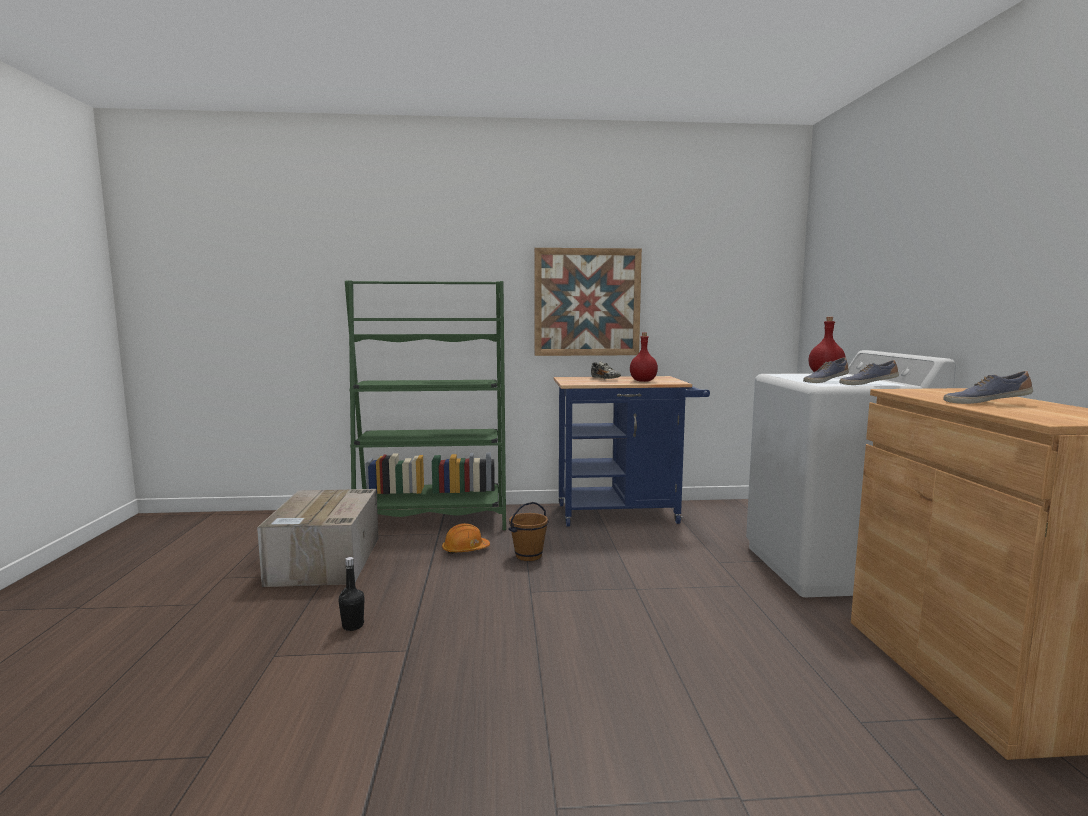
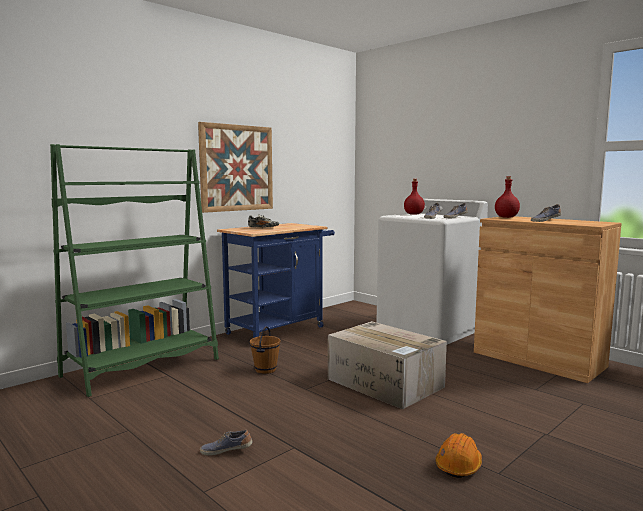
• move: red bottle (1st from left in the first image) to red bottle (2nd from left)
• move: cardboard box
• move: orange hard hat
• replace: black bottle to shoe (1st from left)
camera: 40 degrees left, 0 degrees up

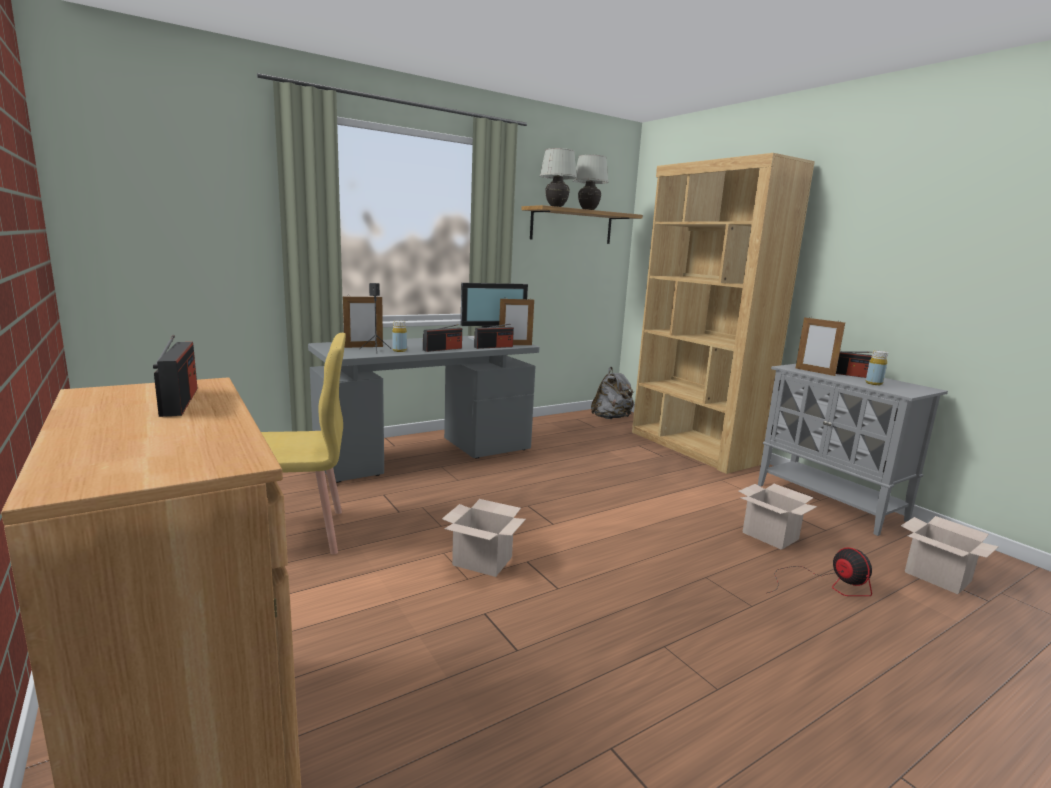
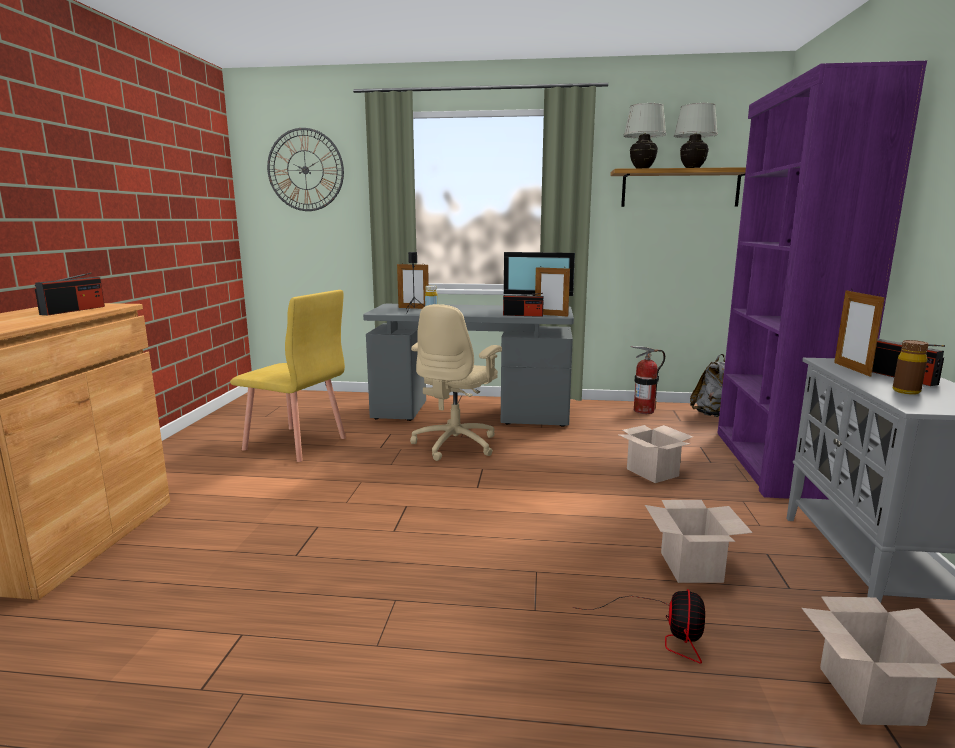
• recolor: brown bookcase to purple bookcase
• delete: radio (2nd from left)
• recolor: yellow bottle (2nd from left) to brown bottle
• move: cardboard box (1st from left)
• insert: wall clock
• insert: beige office chair
• insert: fire extinguisher
camera: 40 degrees right, 0 degrees up

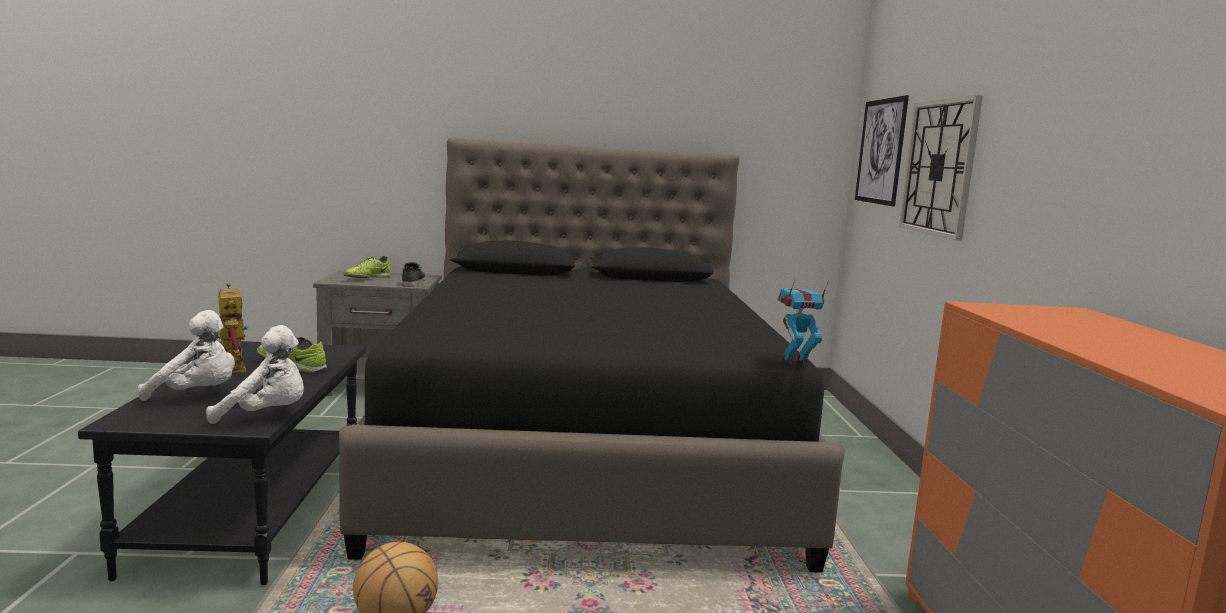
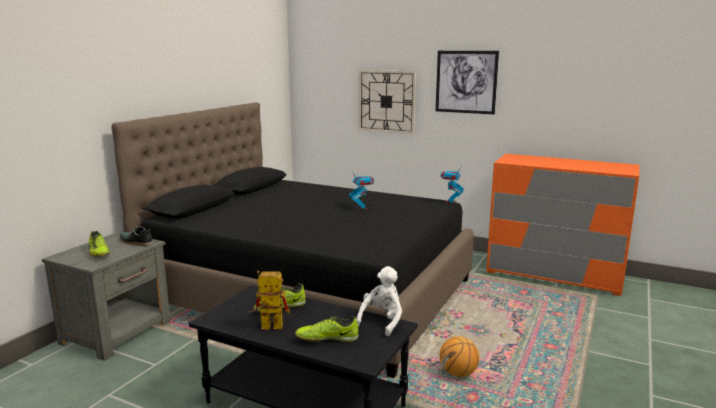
• move: picture
• replace: white plush toy (1st from left) to shoe (4th from left)
• insert: toy robot (2nd from left)
camera: 60 degrees left, 5 degrees up

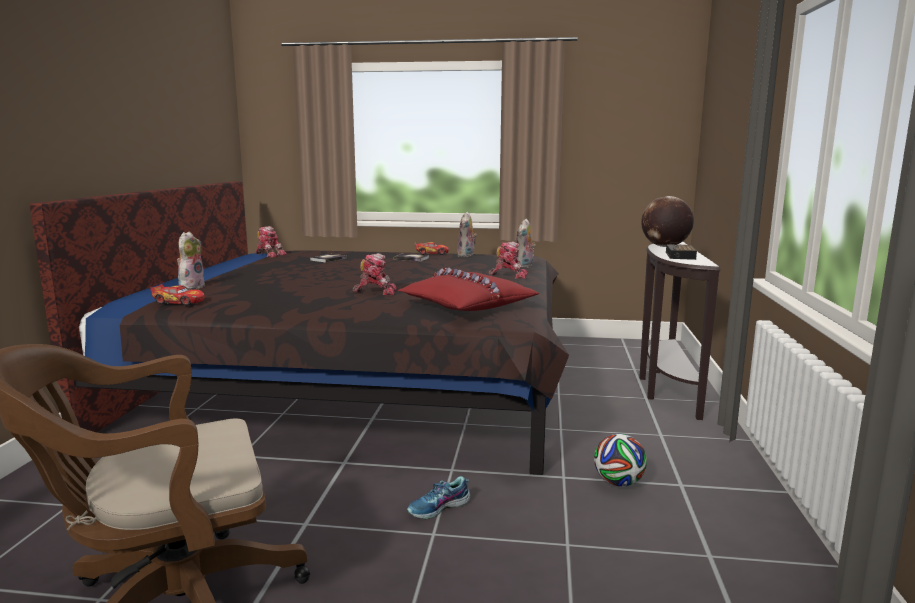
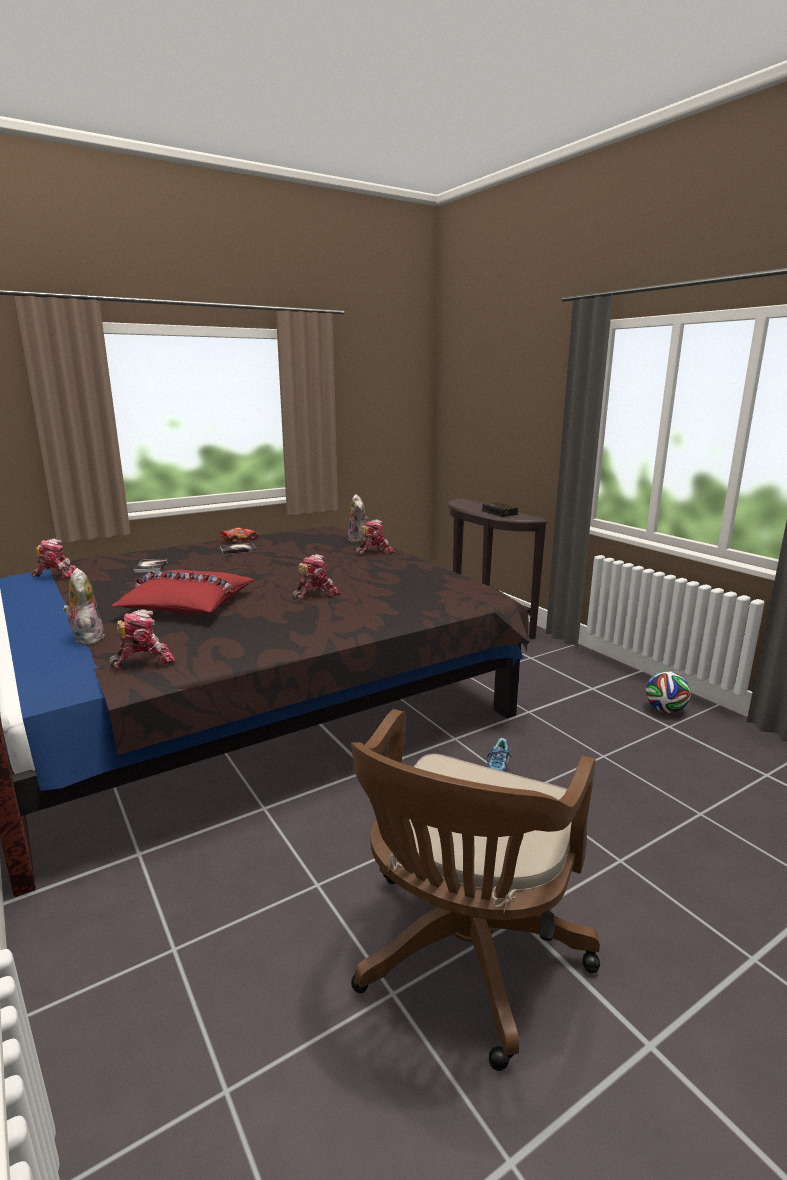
• delete: globe
• delete: plush toy (2nd from left)
• move: red pillow
• replace: toy car (1st from left) to toy robot (2nd from left)
• move: football
camera: 40 degrees left, 5 degrees up

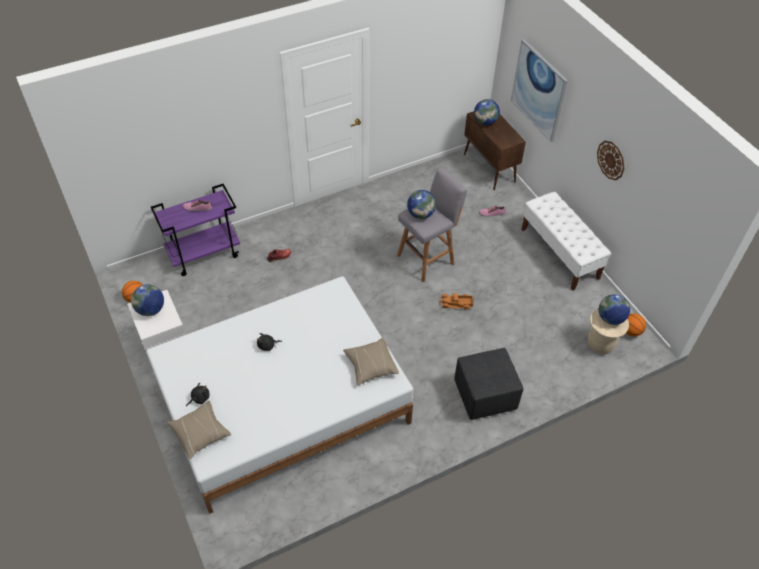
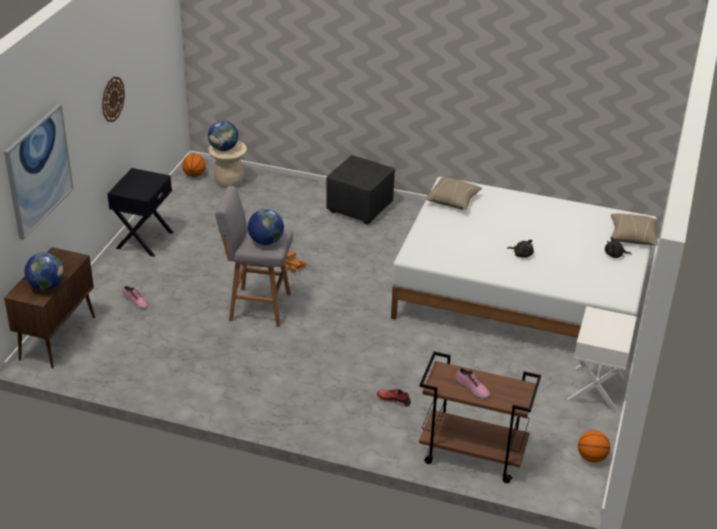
• recolor: purple cart to brown cart
• replace: white bench to black nightstand
• delete: globe (1st from left)
camera: 135 degrees left, 15 degrees down

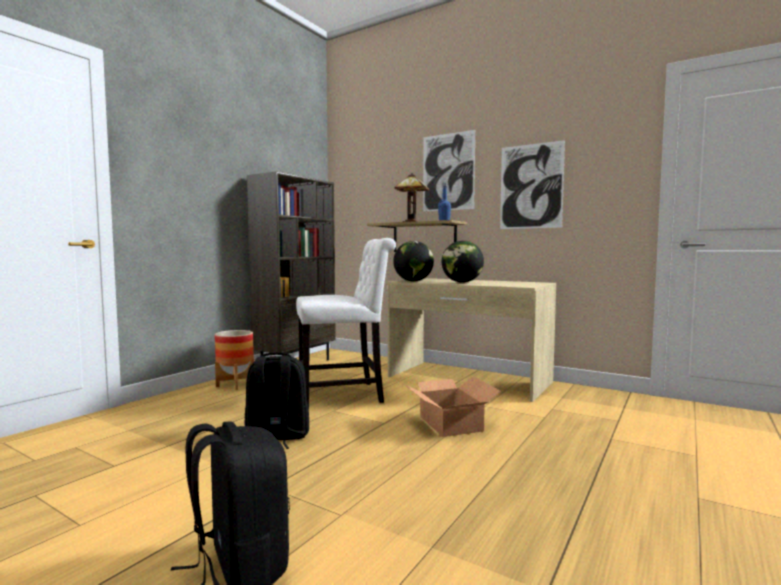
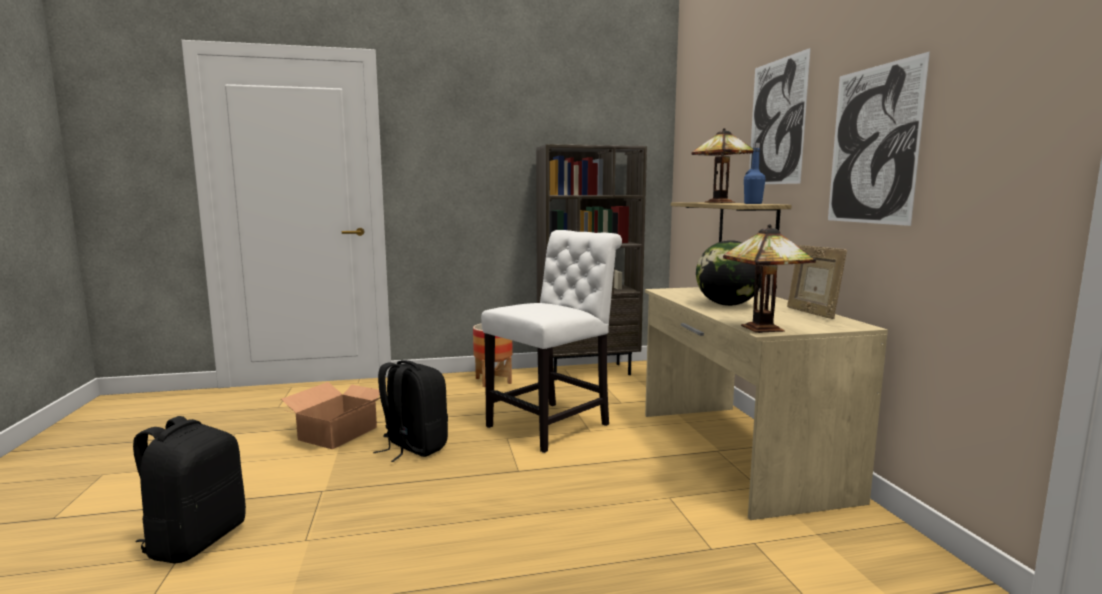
• rotate: white chair 75 degrees counterclockwise
• delete: globe (1st from left)
• move: cardboard box
• insert: table lamp (2nd from left)
• insert: picture frame
camera: 45 degrees right, 5 degrees up

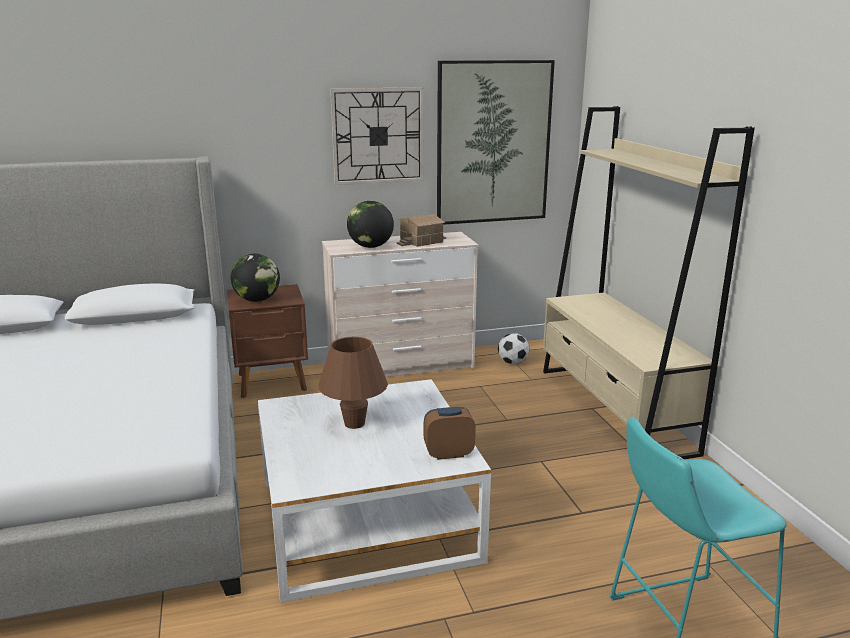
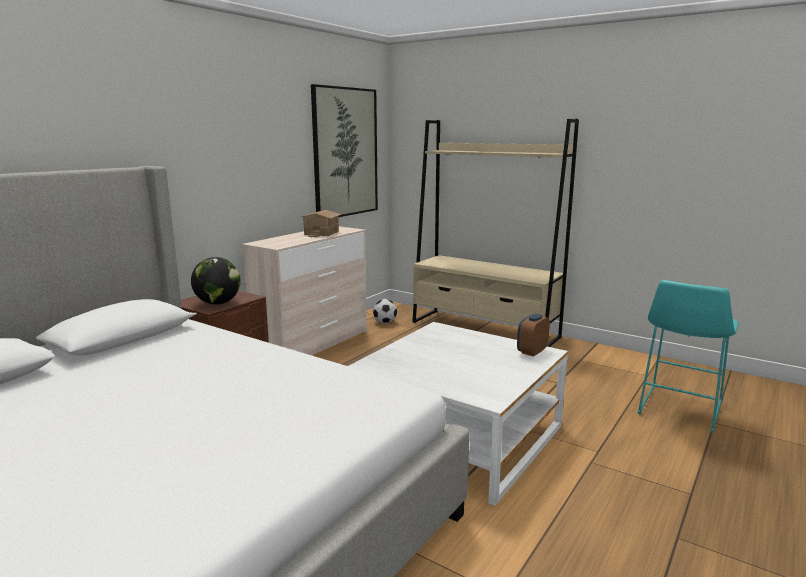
• delete: wall clock
• delete: globe (2nd from left)
• delete: brown table lamp
camera: 40 degrees left, 5 degrees down

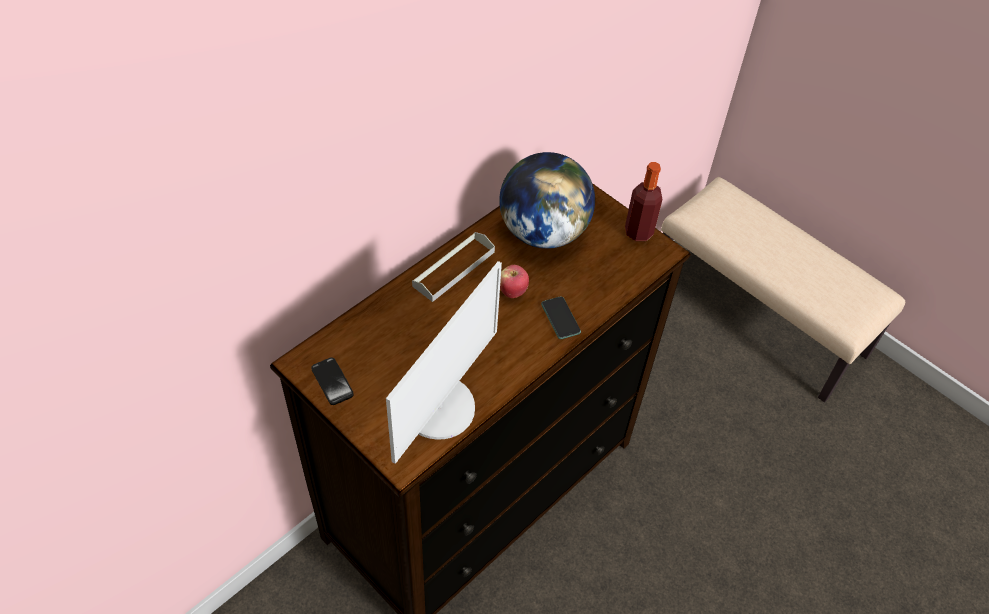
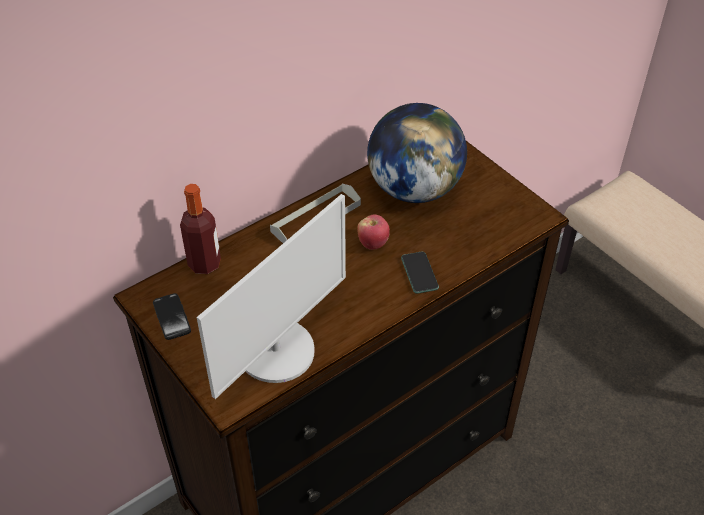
• move: bottle
camera: 10 degrees right, 5 degrees down

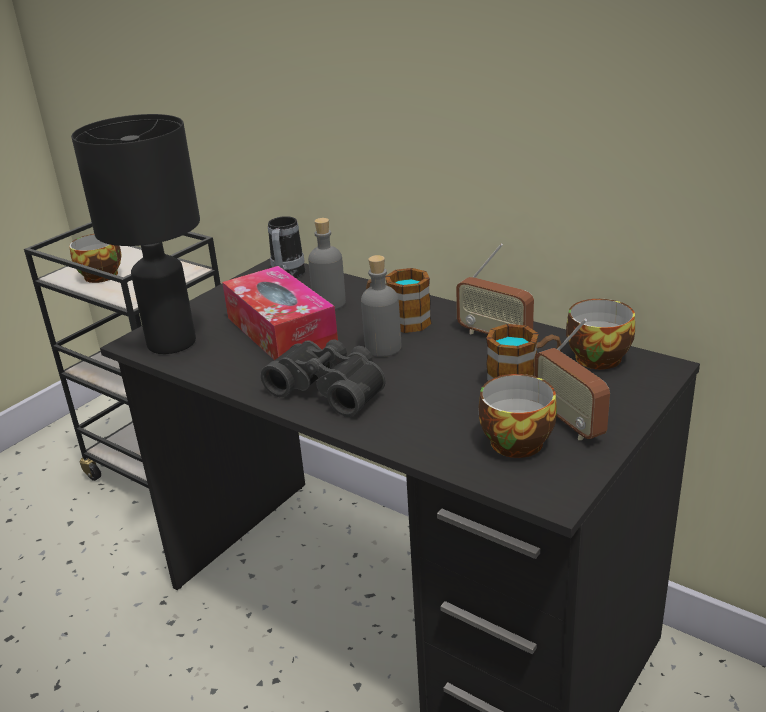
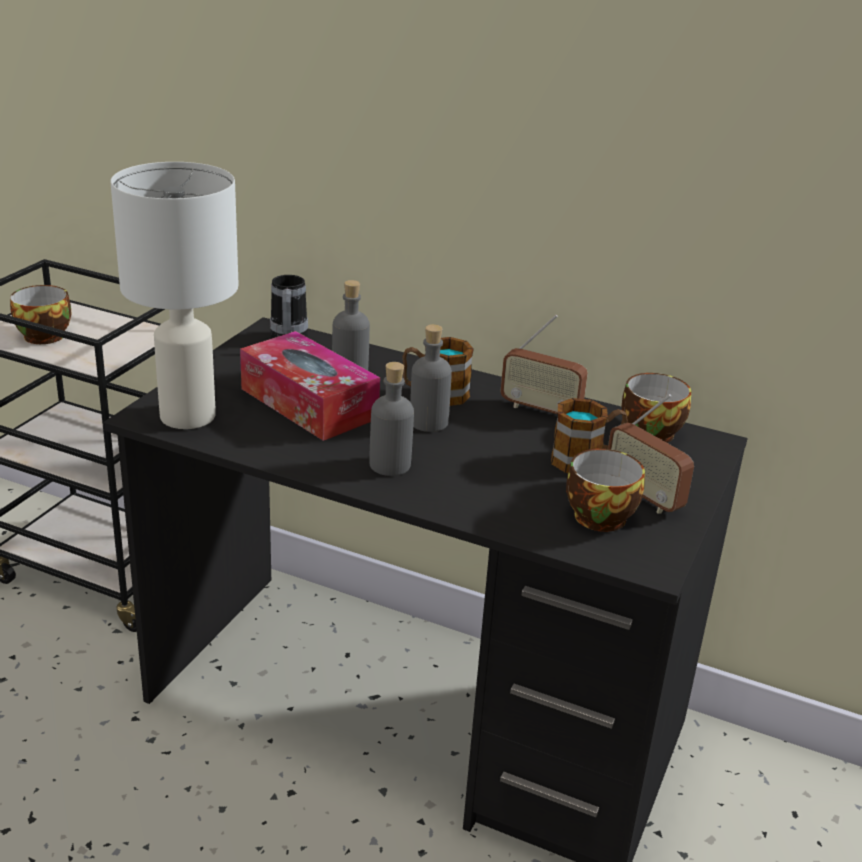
• recolor: black table lamp to white table lamp
• replace: black binoculars to grey bottle (2nd from left)
camera: 15 degrees left, 0 degrees up

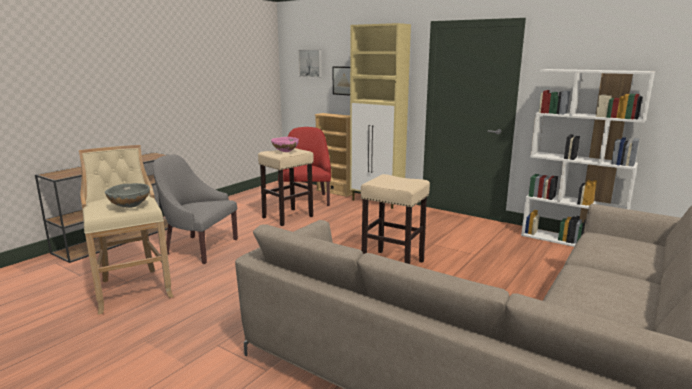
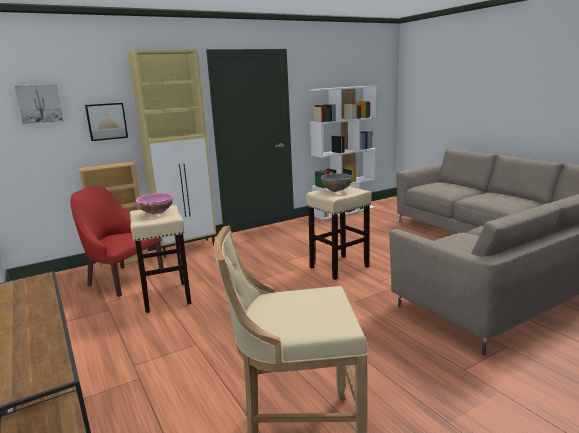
• delete: grey armchair
• move: grey bowl
camera: 65 degrees left, 0 degrees up

